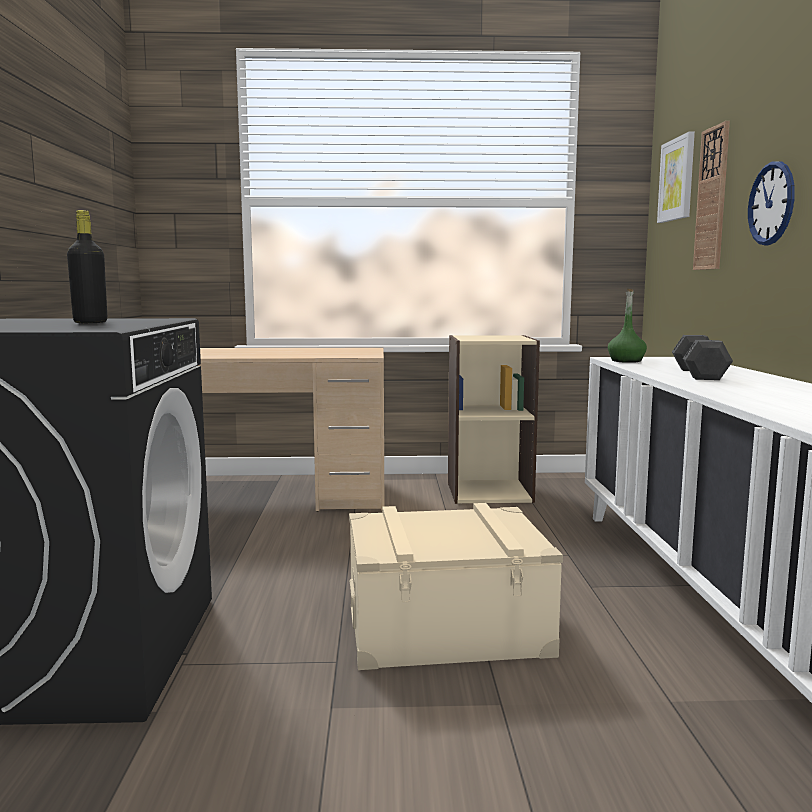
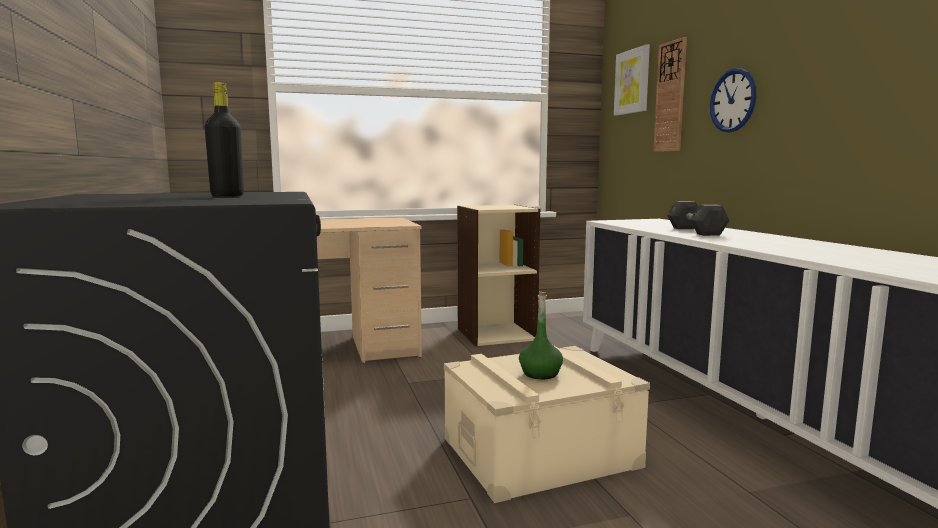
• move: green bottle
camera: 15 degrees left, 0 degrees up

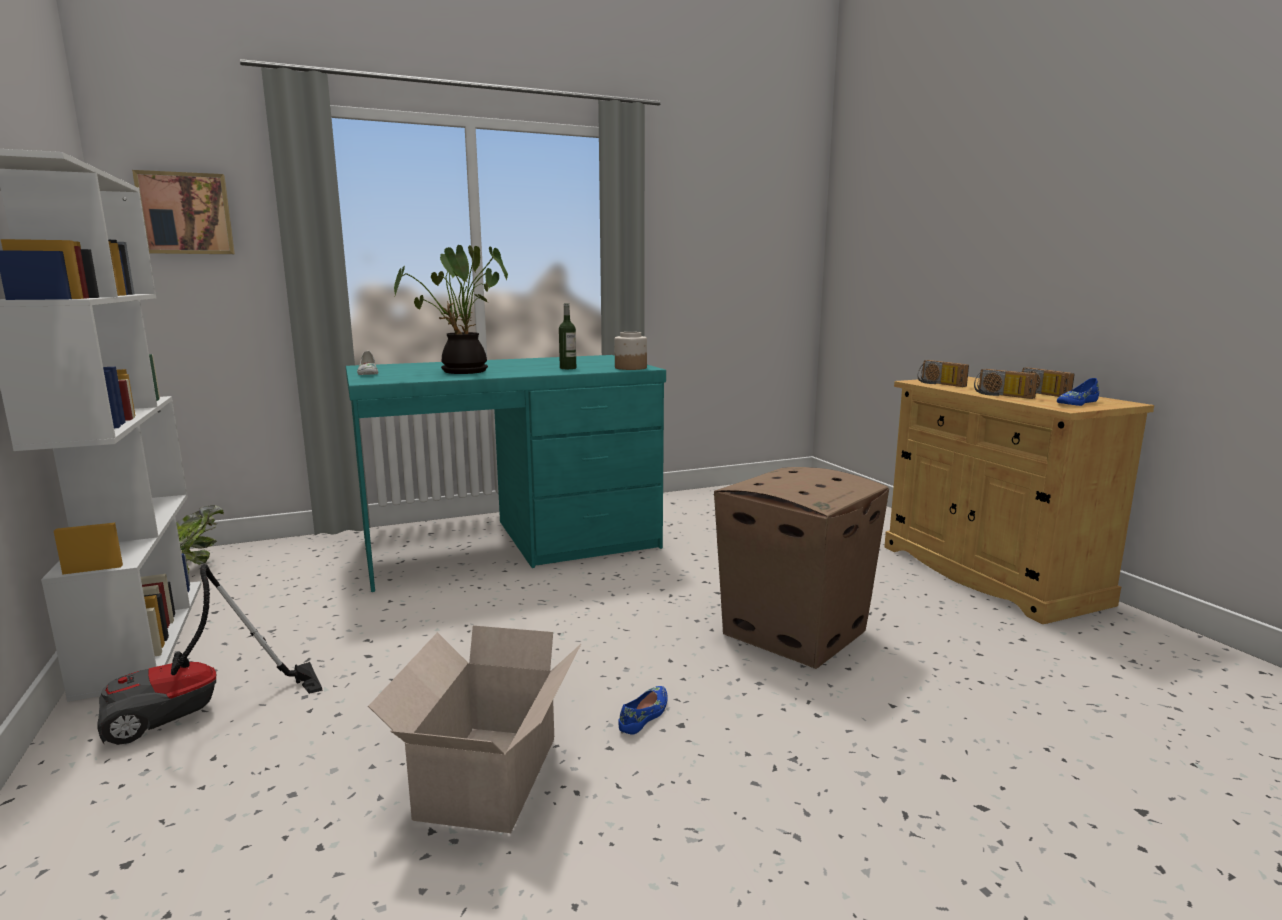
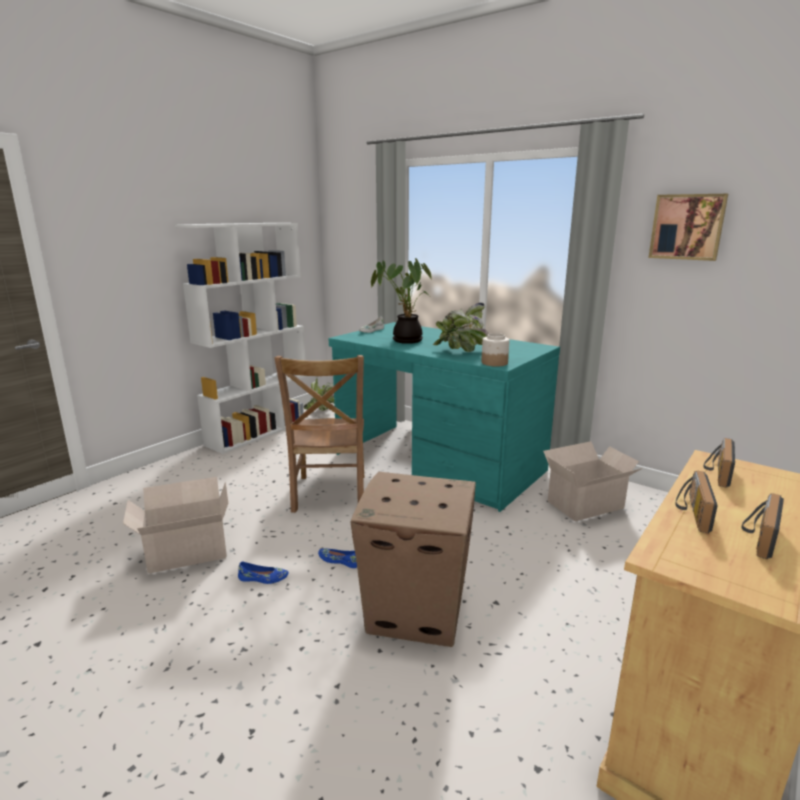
• move: picture
• replace: bottle to potted plant (3rd from left)
• move: blue shoe (2nd from left)
• delete: vacuum cleaner
• insert: brown chair
• insert: cardboard box (3rd from left)
camera: 60 degrees right, 5 degrees up

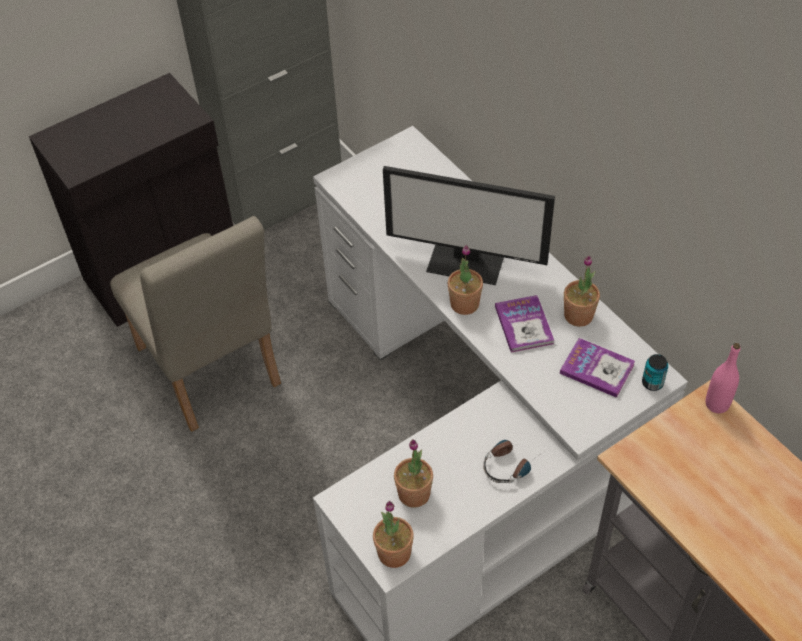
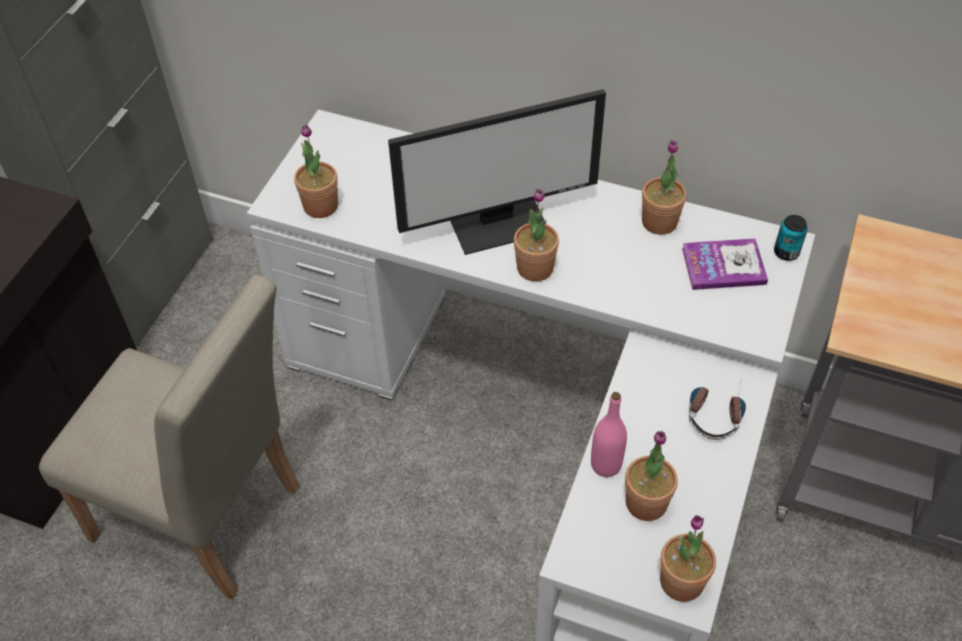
• delete: book (1st from left)
• move: pink bottle
• insert: potted plant (1st from left)
camera: 35 degrees left, 0 degrees up

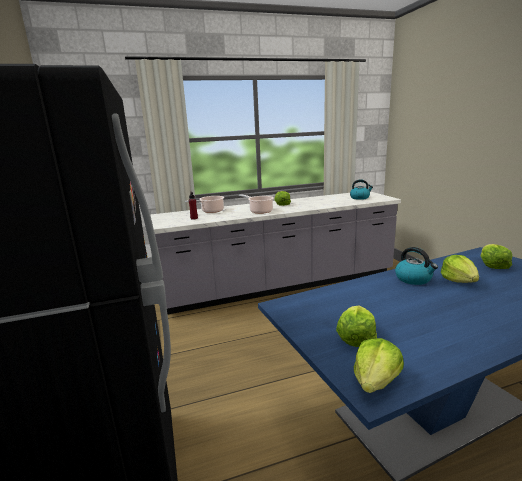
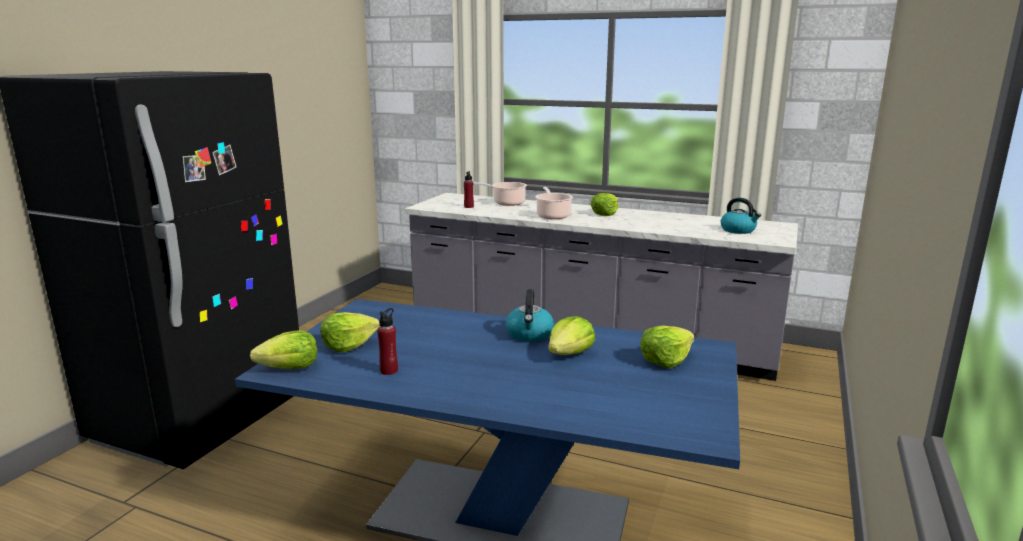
• insert: red bottle (1st from left)
camera: 40 degrees right, 0 degrees up

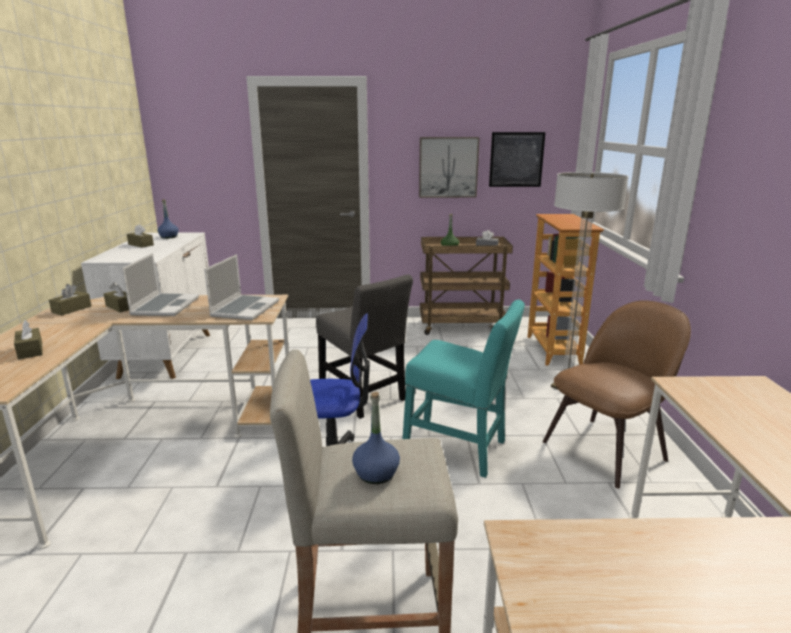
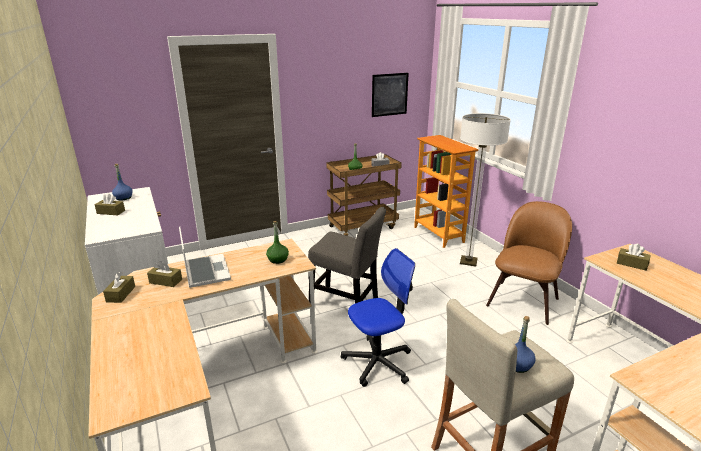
• delete: picture (1st from left)
• replace: laptop (2nd from left) to green bottle (1st from left)
• delete: turquoise chair
• move: brown tissue box (1st from left in the first image) to brown tissue box (4th from left)
camera: 25 degrees left, 5 degrees up

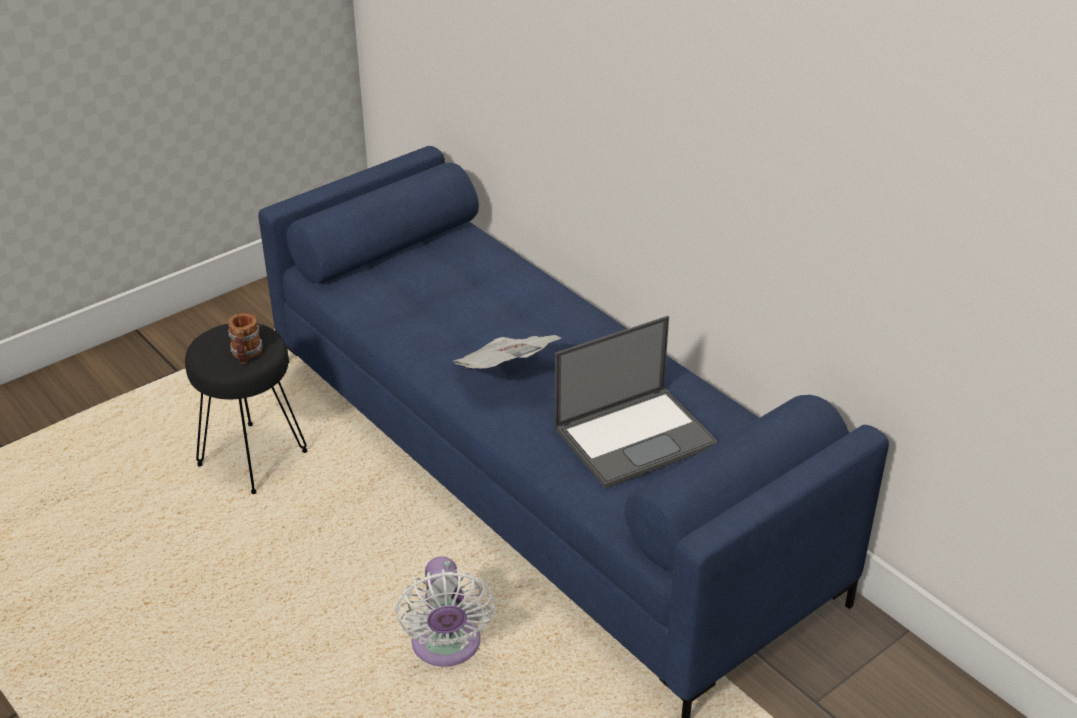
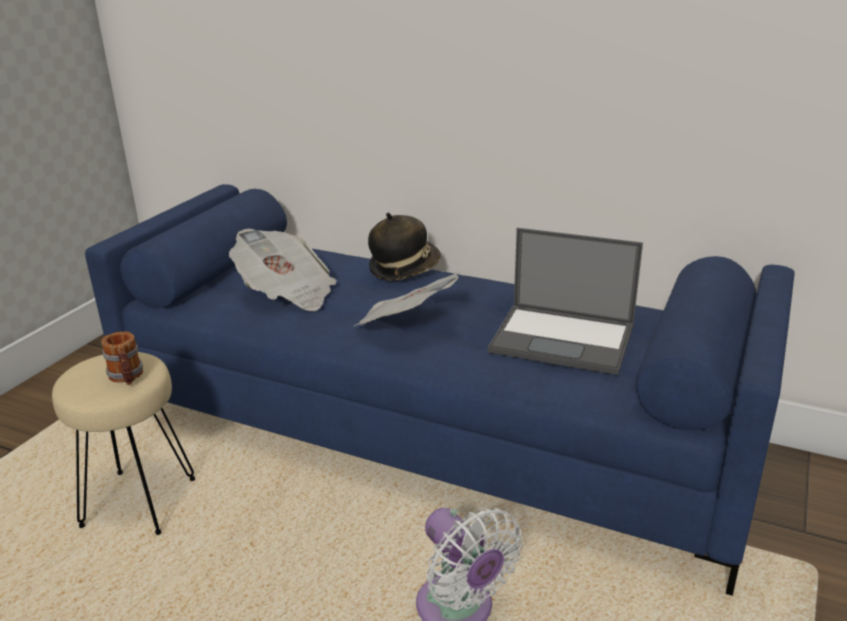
• rotate: laptop 75 degrees clockwise
• recolor: black stool to beige stool
• insert: hat
• insert: newspaper (1st from left)
camera: 25 degrees left, 10 degrees down

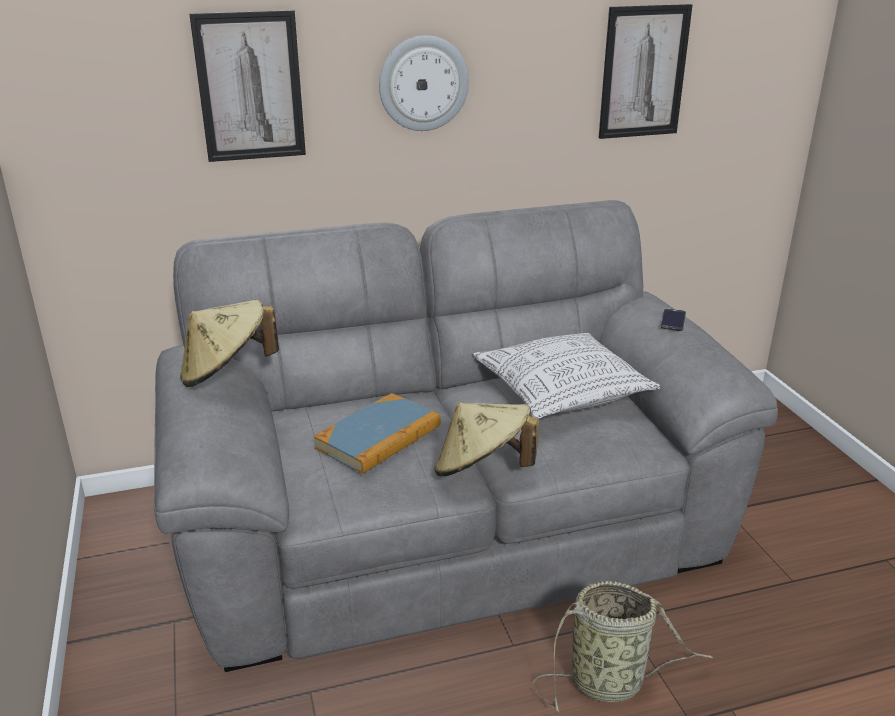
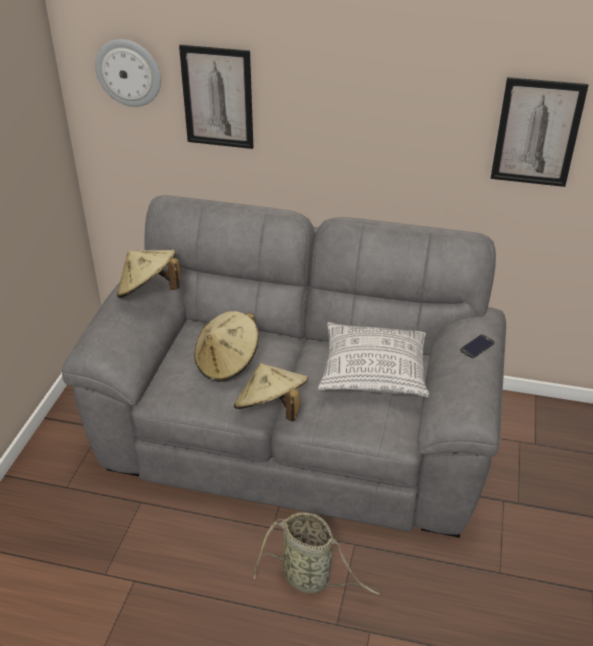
• move: wall clock
• replace: book to beige hat (2nd from left)
camera: 30 degrees right, 10 degrees up

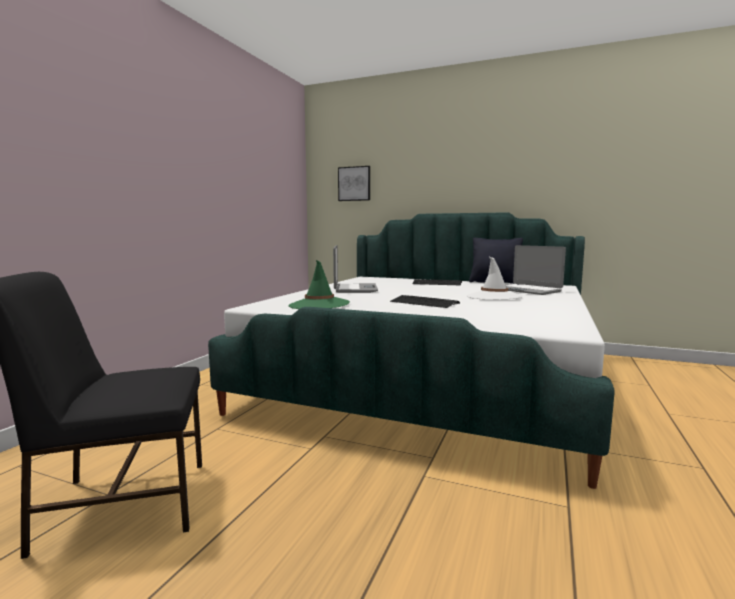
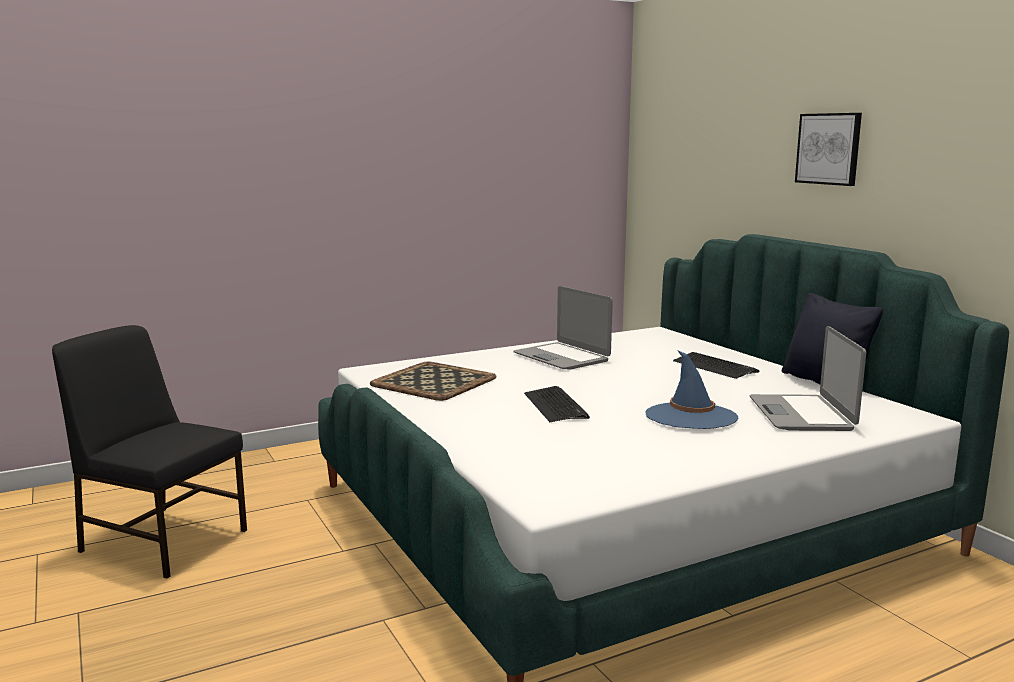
• move: picture
• rotate: laptop (1st from left) 105 degrees clockwise
• recolor: white hat to blue hat
• replace: green hat to tray
camera: 40 degrees right, 5 degrees up

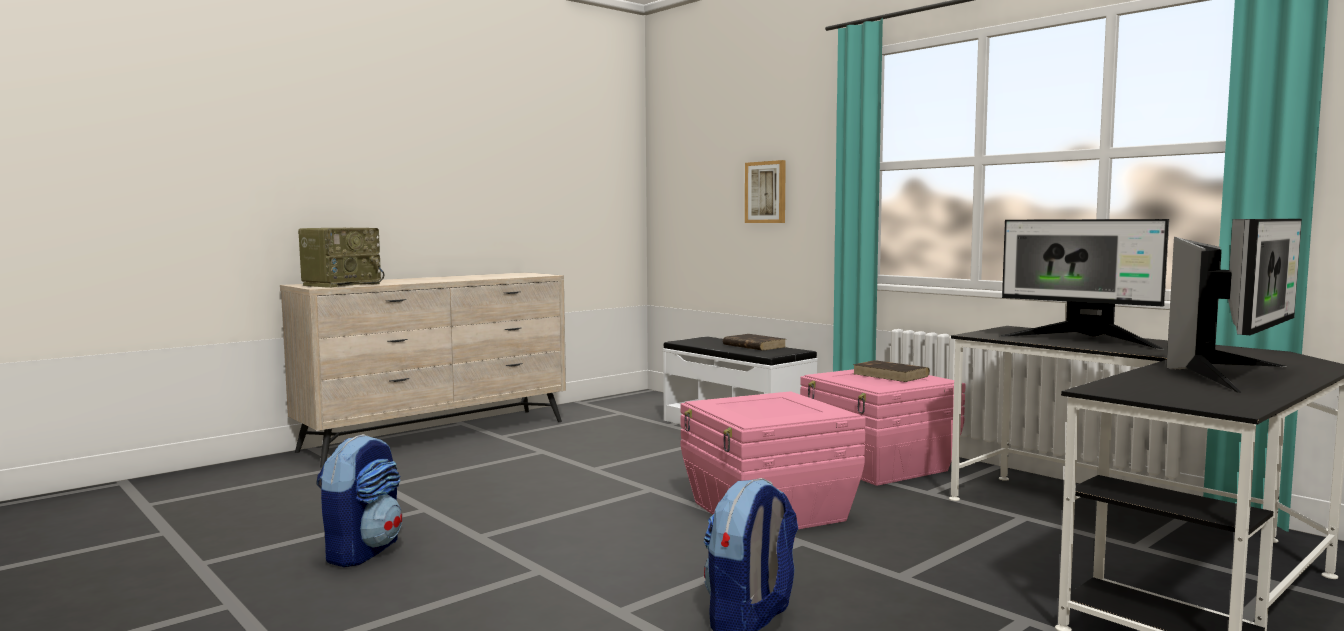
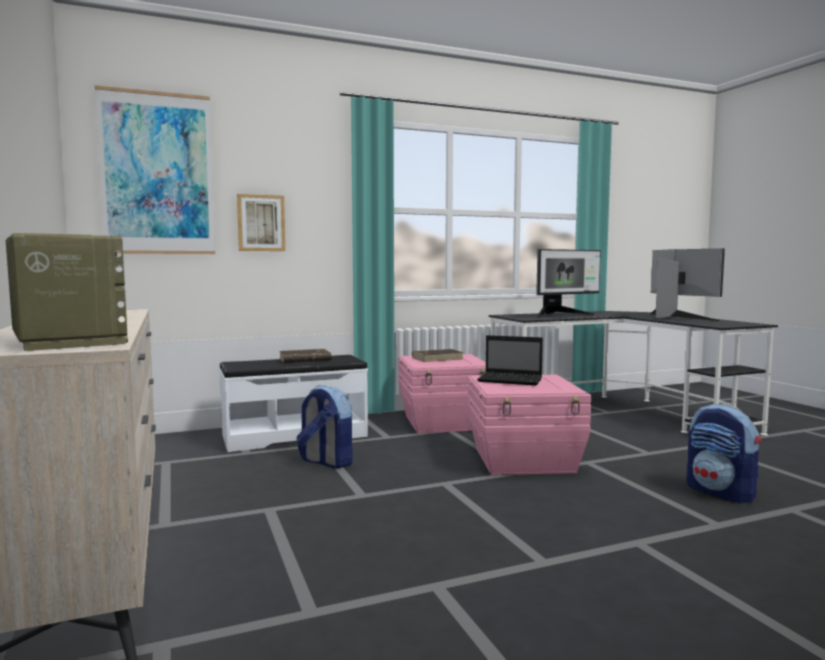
• move: backpack (1st from left)
• insert: picture (1st from left)
• insert: laptop
camera: 70 degrees left, 0 degrees up

